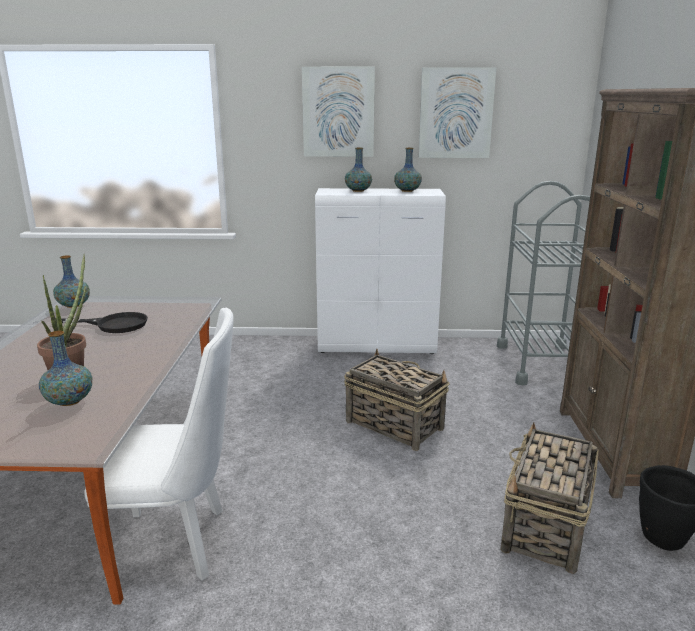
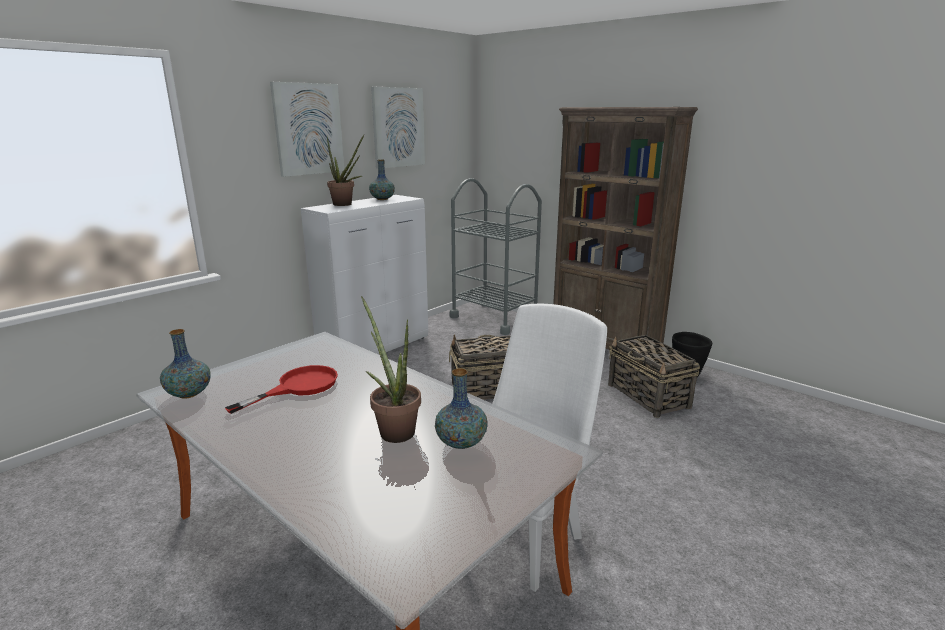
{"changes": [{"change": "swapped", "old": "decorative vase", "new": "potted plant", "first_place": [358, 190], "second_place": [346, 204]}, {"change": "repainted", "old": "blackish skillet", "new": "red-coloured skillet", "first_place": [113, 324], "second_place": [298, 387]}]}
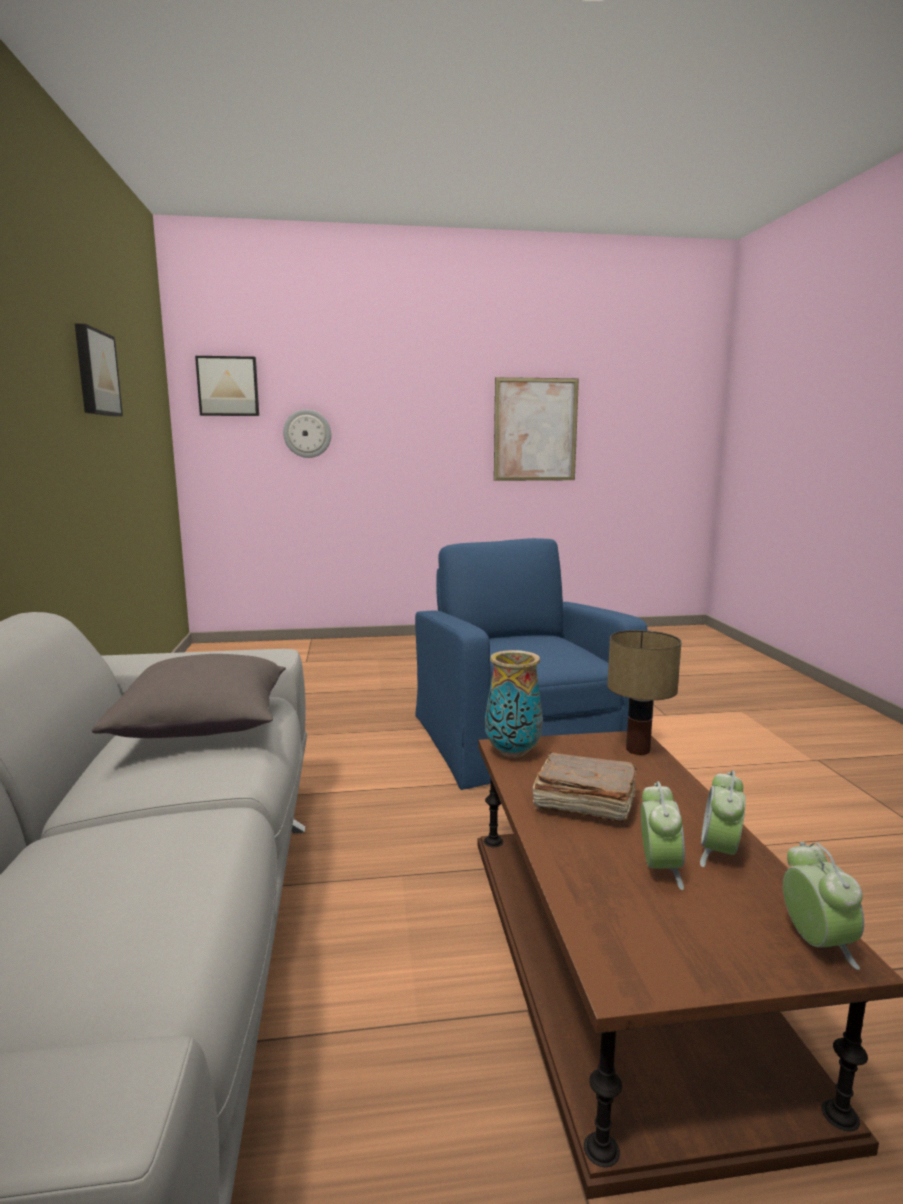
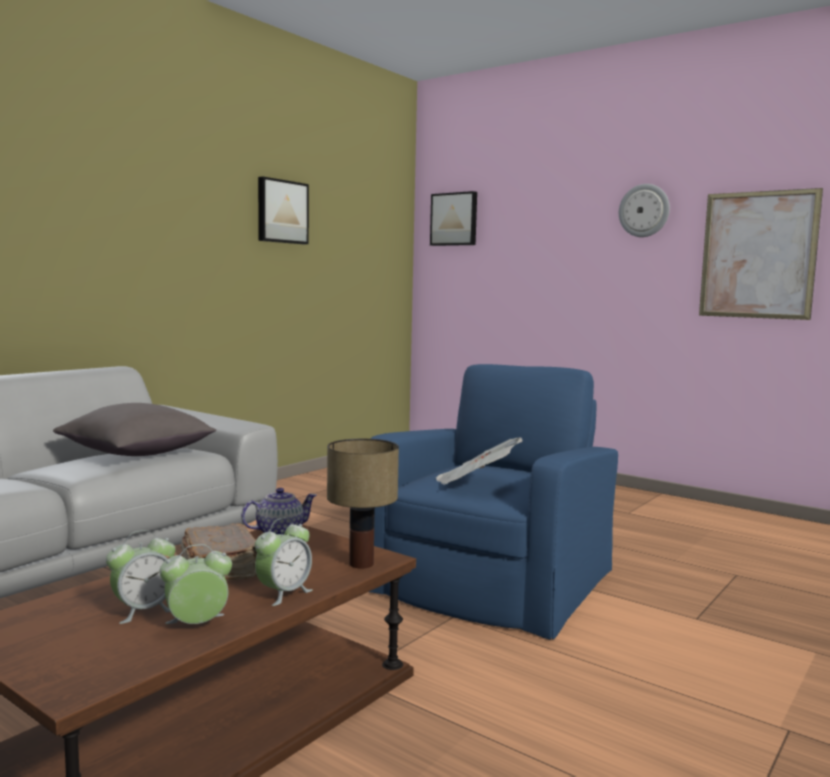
{"changes": [{"change": "shifted", "old": "clock on the wall", "first_place": [307, 433], "second_place": [644, 210]}, {"change": "swapped", "old": "decorative vase", "new": "pot for tea", "first_place": [512, 752], "second_place": [279, 532]}, {"change": "shifted", "old": "bedside clock", "first_place": [816, 944], "second_place": [284, 593]}, {"change": "new", "new": "newspaper", "second_place": [475, 484]}]}
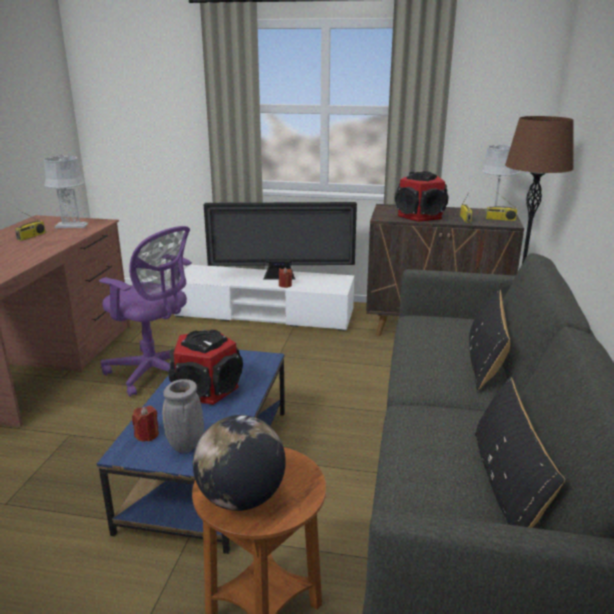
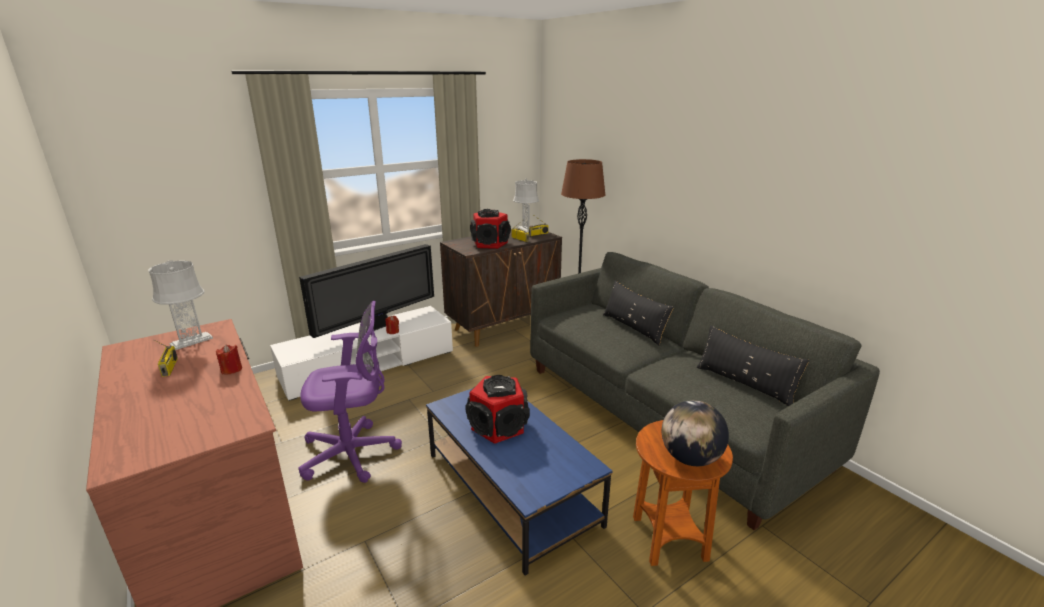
{"changes": [{"change": "gone", "old": "greyish decorative vase", "first_place": [186, 446]}, {"change": "shifted", "old": "red-coloured candle", "first_place": [147, 435], "second_place": [231, 370]}]}
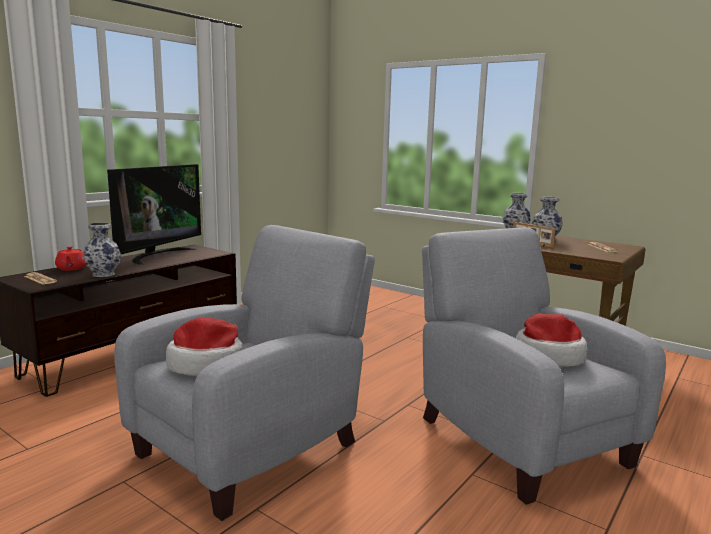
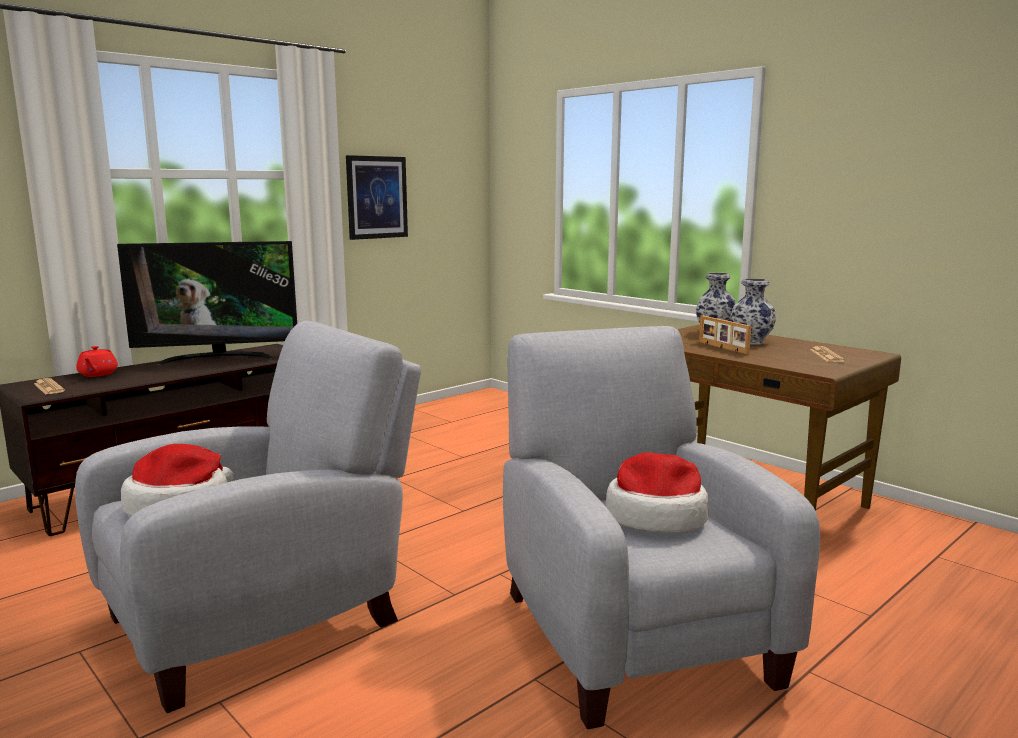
{"changes": [{"change": "rotated", "old": "television", "first_place": [158, 255], "second_place": [218, 358], "degrees": 45}, {"change": "gone", "old": "decorative vase", "first_place": [104, 274]}, {"change": "new", "new": "wall art", "second_place": [377, 197]}]}
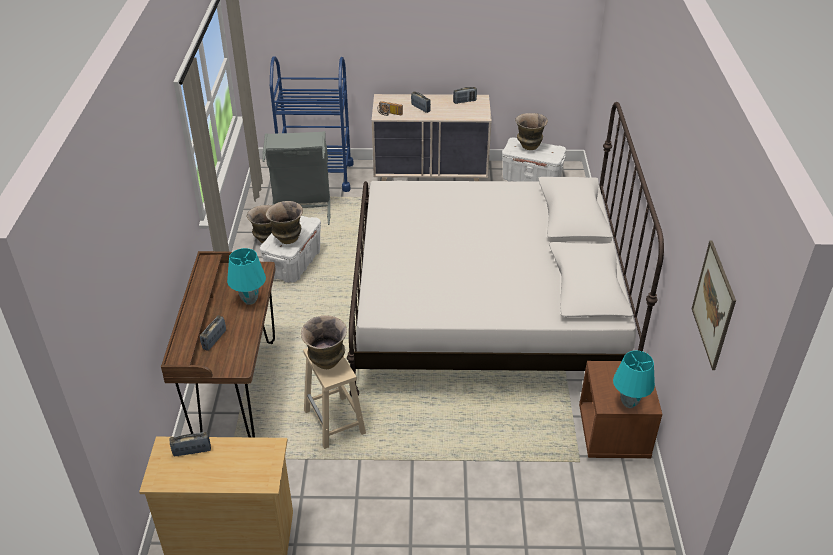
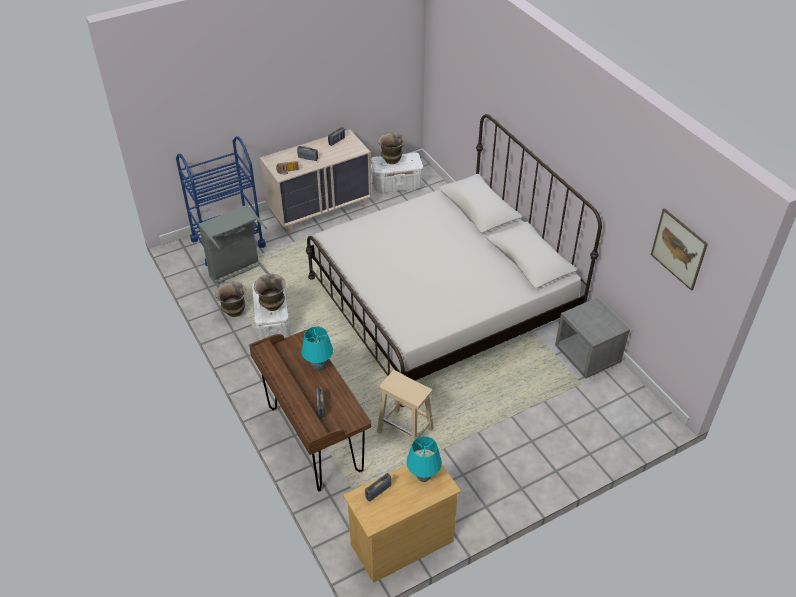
{"changes": [{"change": "gone", "old": "decorative vase", "first_place": [327, 363]}, {"change": "shifted", "old": "turquoise lamp for a table", "first_place": [629, 403], "second_place": [423, 477]}, {"change": "repainted", "old": "brown night table", "new": "greyish night table", "first_place": [613, 434], "second_place": [587, 356]}]}
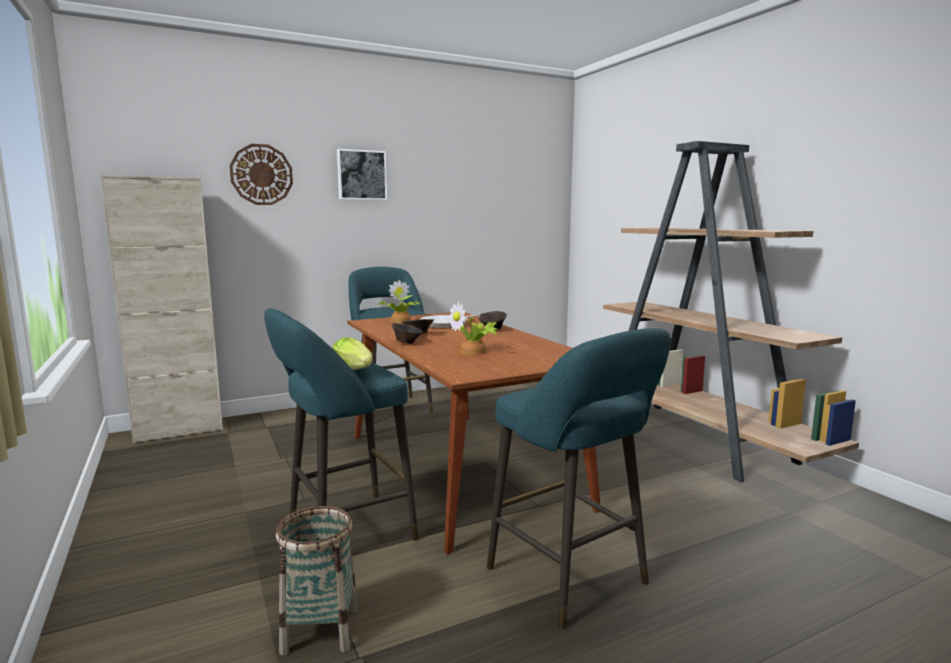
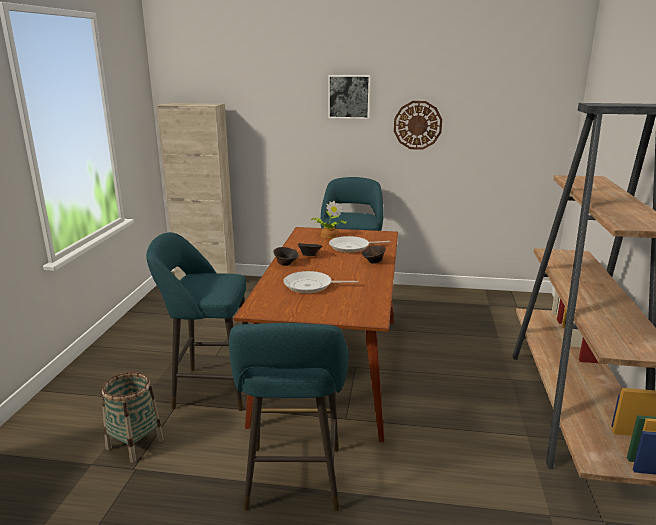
{"changes": [{"change": "shifted", "old": "clock on the wall", "first_place": [261, 174], "second_place": [417, 125]}, {"change": "swapped", "old": "potted plant", "new": "skillet", "first_place": [475, 351], "second_place": [311, 286]}, {"change": "gone", "old": "head of lettuce", "first_place": [354, 370]}]}
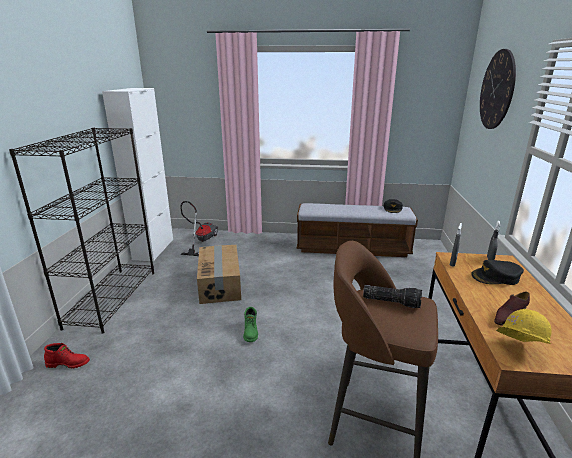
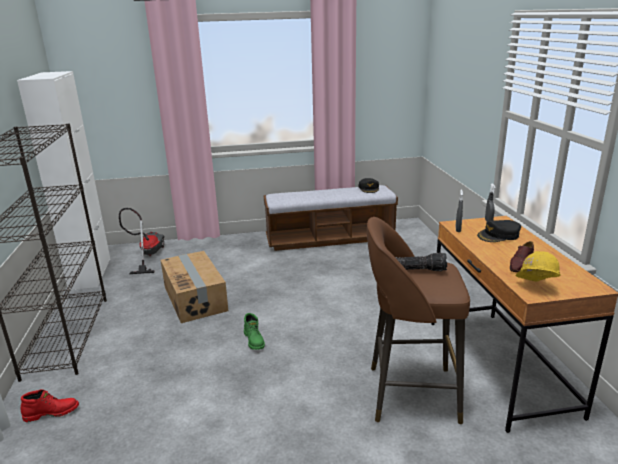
{"changes": [{"change": "gone", "old": "clock on the wall", "first_place": [497, 90]}]}
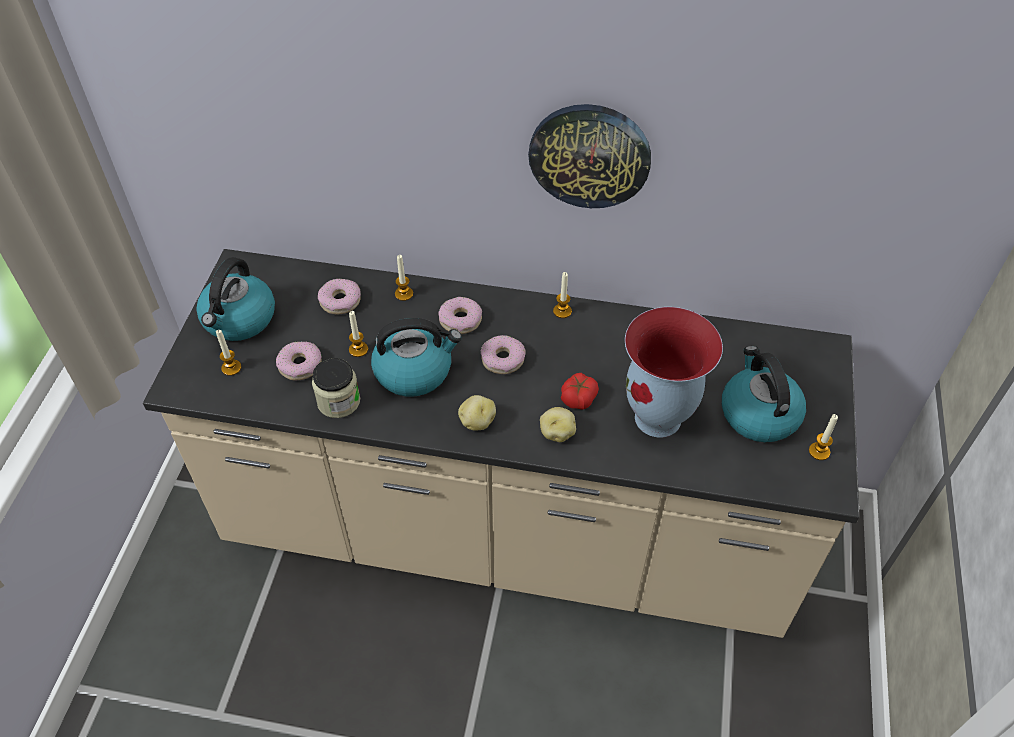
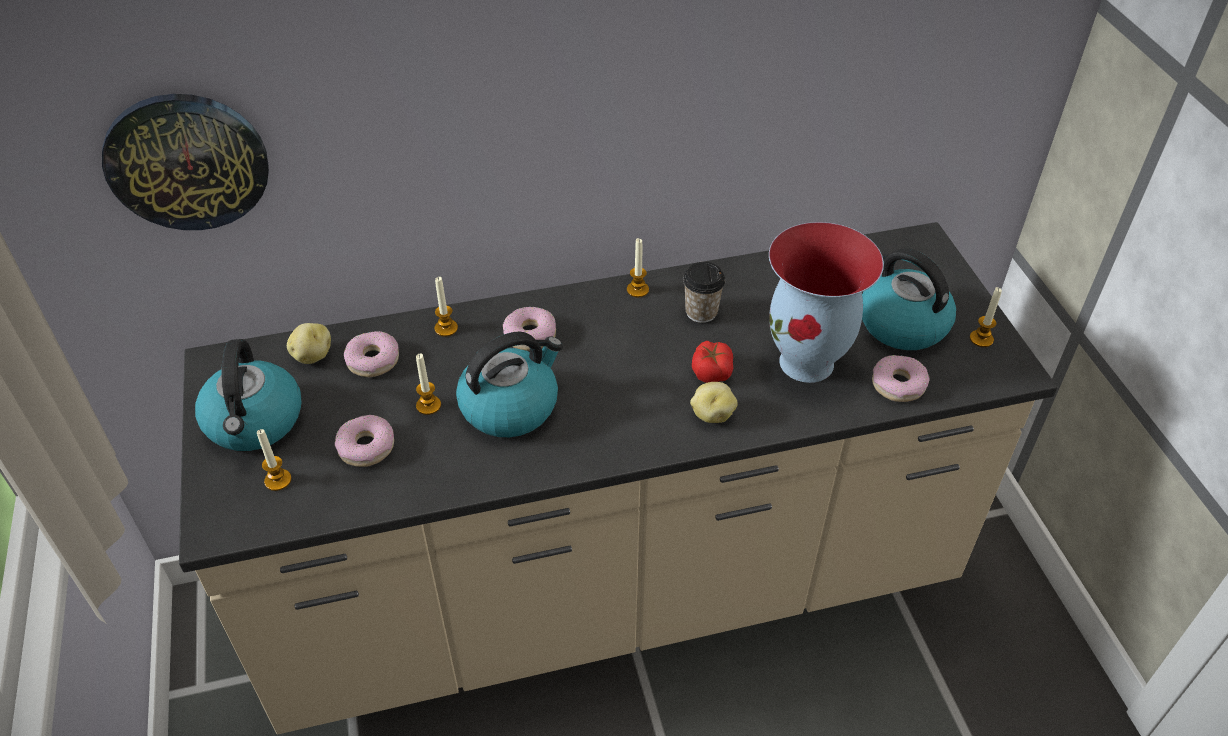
{"changes": [{"change": "shifted", "old": "clock on the wall", "first_place": [590, 155], "second_place": [187, 161]}, {"change": "shifted", "old": "doughnut", "first_place": [503, 359], "second_place": [898, 384]}, {"change": "gone", "old": "storage jar", "first_place": [338, 401]}, {"change": "shifted", "old": "potato", "first_place": [477, 421], "second_place": [312, 356]}, {"change": "new", "new": "small cup", "second_place": [701, 312]}]}
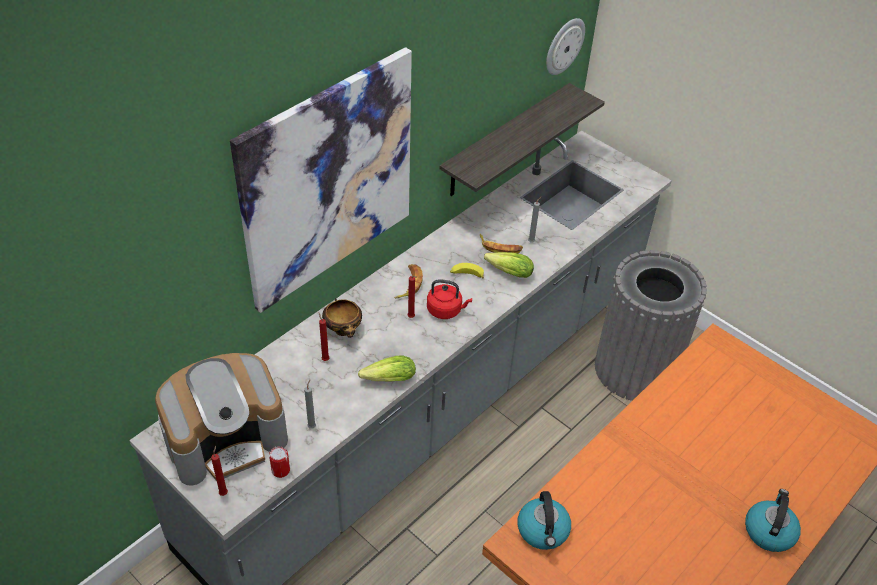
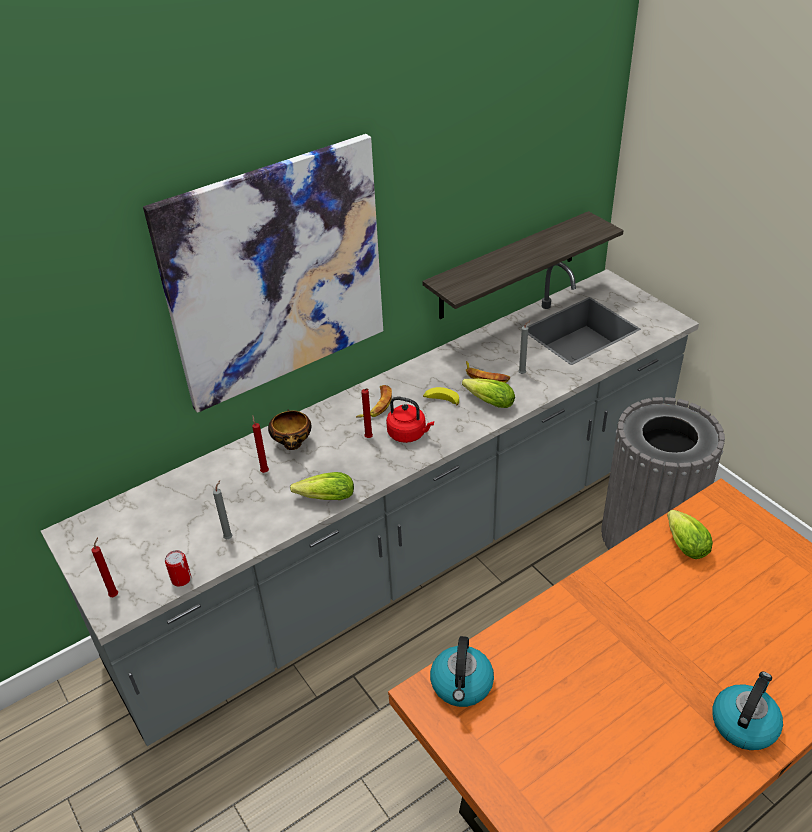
{"changes": [{"change": "gone", "old": "clock on the wall", "first_place": [564, 46]}, {"change": "gone", "old": "coffee maker", "first_place": [227, 439]}, {"change": "new", "new": "head of lettuce", "second_place": [683, 543]}]}
